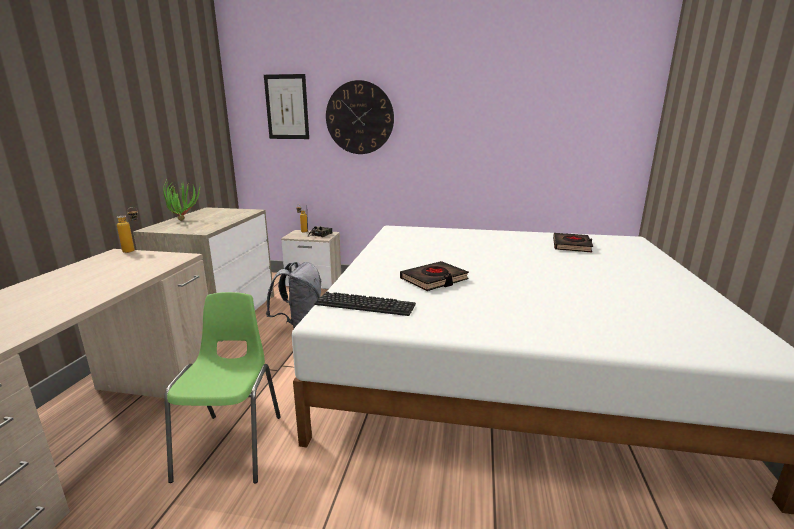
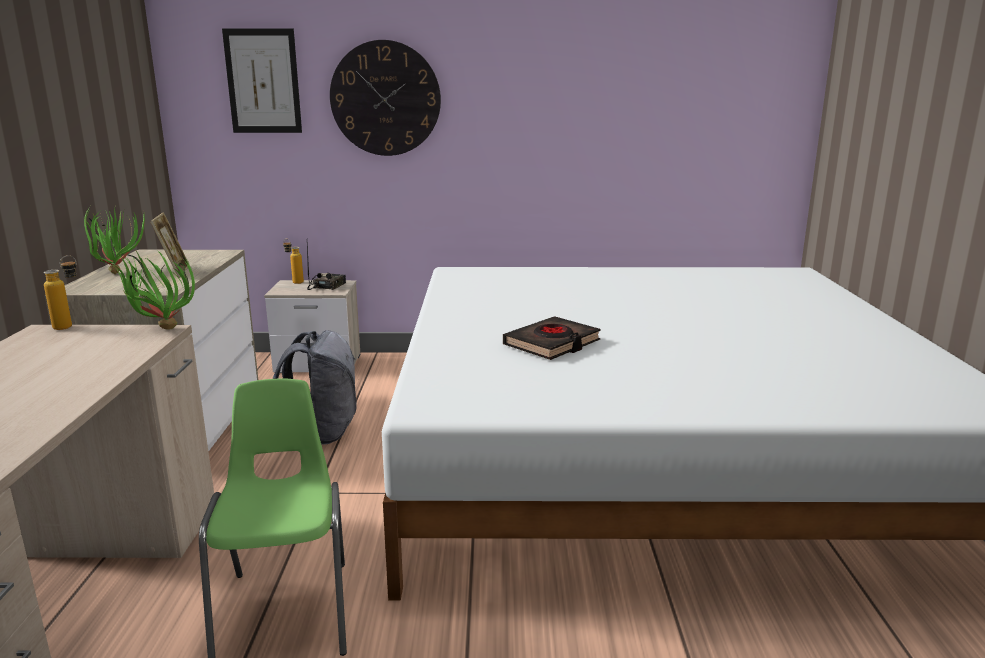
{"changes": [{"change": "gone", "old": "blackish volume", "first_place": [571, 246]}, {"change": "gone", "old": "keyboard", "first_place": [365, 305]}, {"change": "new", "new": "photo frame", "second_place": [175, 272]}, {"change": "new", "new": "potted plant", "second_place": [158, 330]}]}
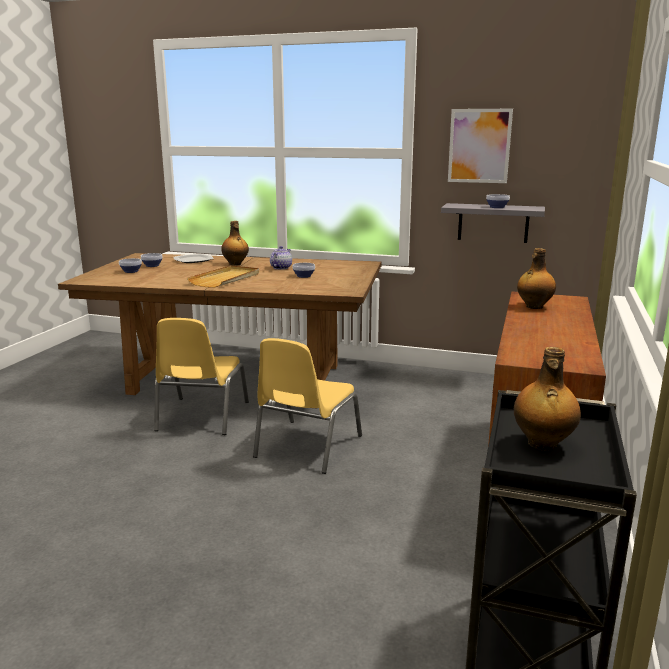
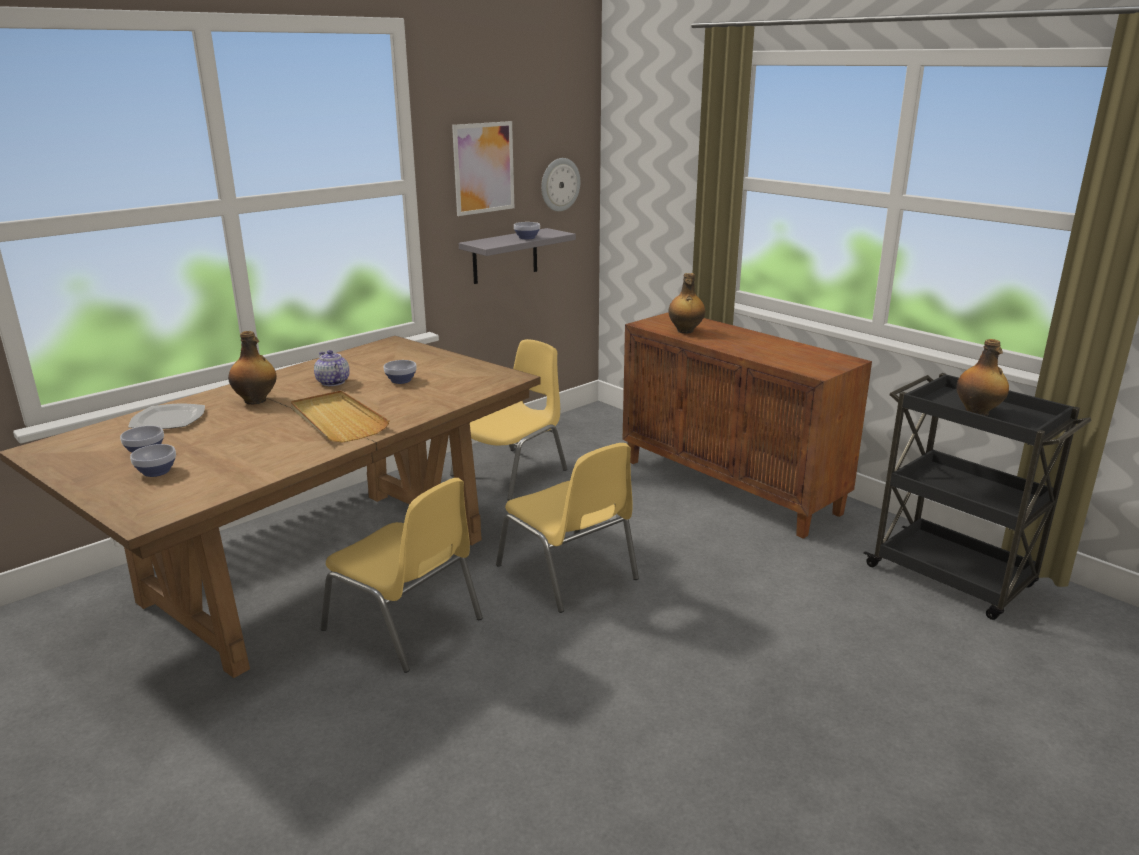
{"changes": [{"change": "new", "new": "clock on the wall", "second_place": [559, 184]}, {"change": "new", "new": "yellowish chair", "second_place": [512, 473]}]}
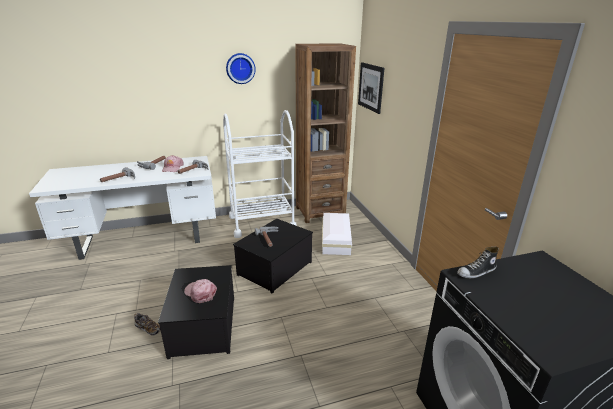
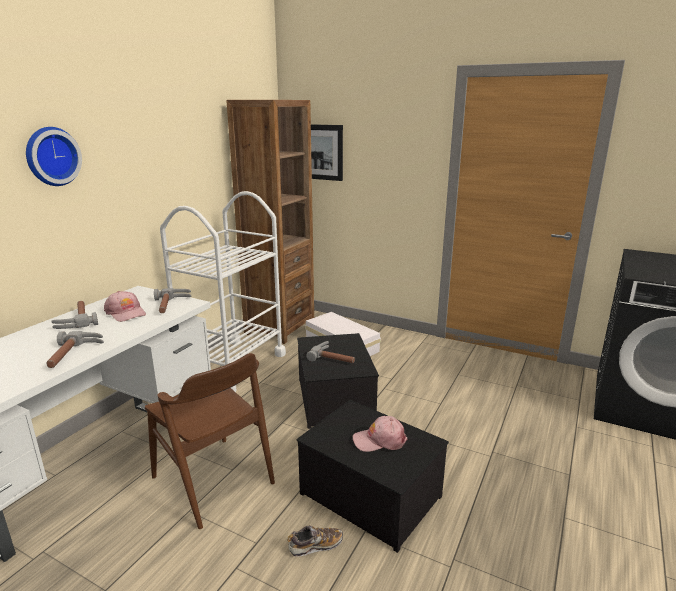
{"changes": [{"change": "shifted", "old": "clock on the wall", "first_place": [240, 68], "second_place": [51, 156]}, {"change": "gone", "old": "low shoe", "first_place": [476, 272]}, {"change": "new", "new": "brown chair", "second_place": [213, 480]}]}
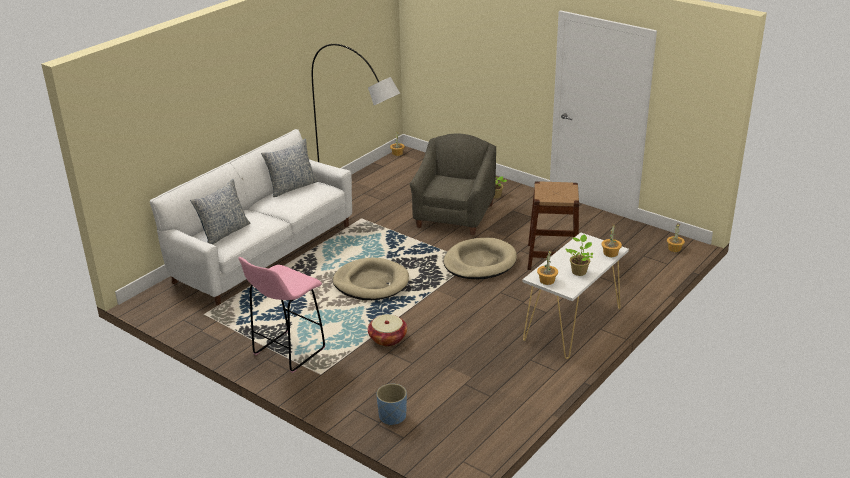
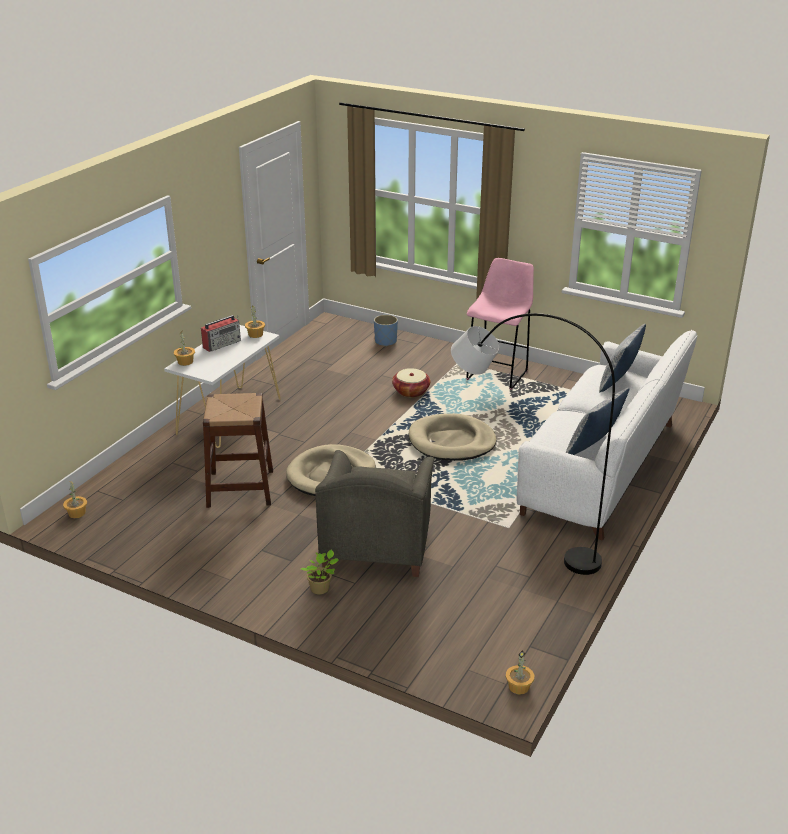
{"changes": [{"change": "swapped", "old": "potted plant", "new": "radio receiver", "first_place": [579, 271], "second_place": [222, 344]}]}
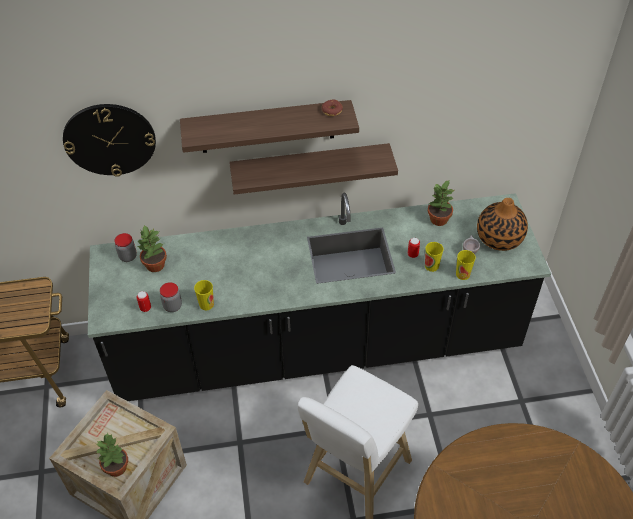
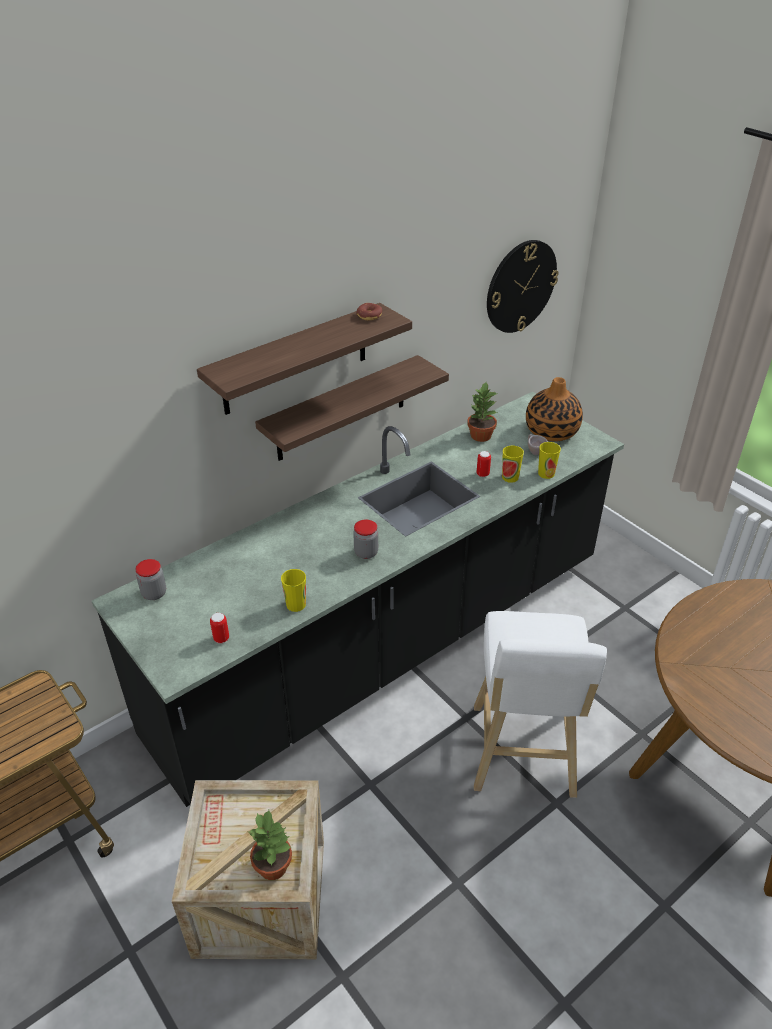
{"changes": [{"change": "shifted", "old": "clock on the wall", "first_place": [109, 139], "second_place": [520, 286]}, {"change": "gone", "old": "potted plant", "first_place": [155, 265]}, {"change": "shifted", "old": "storage jar", "first_place": [172, 306], "second_place": [366, 553]}]}
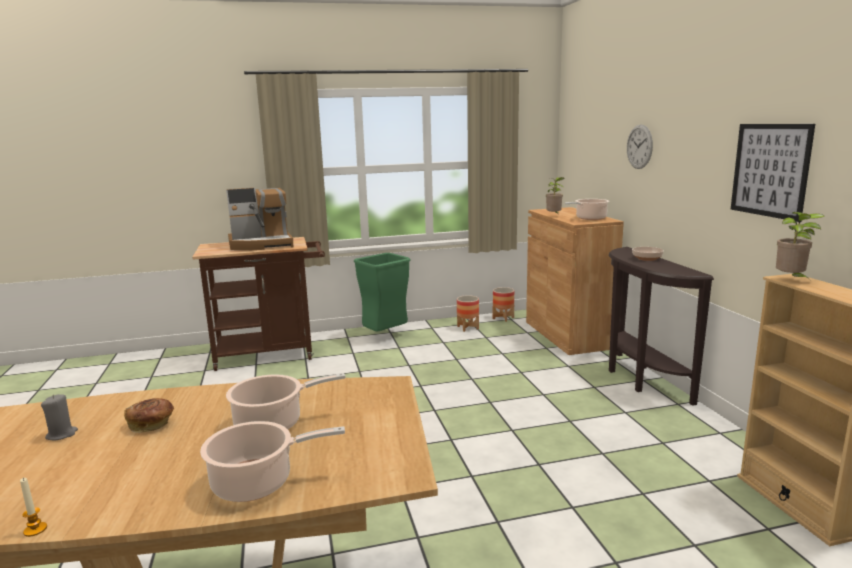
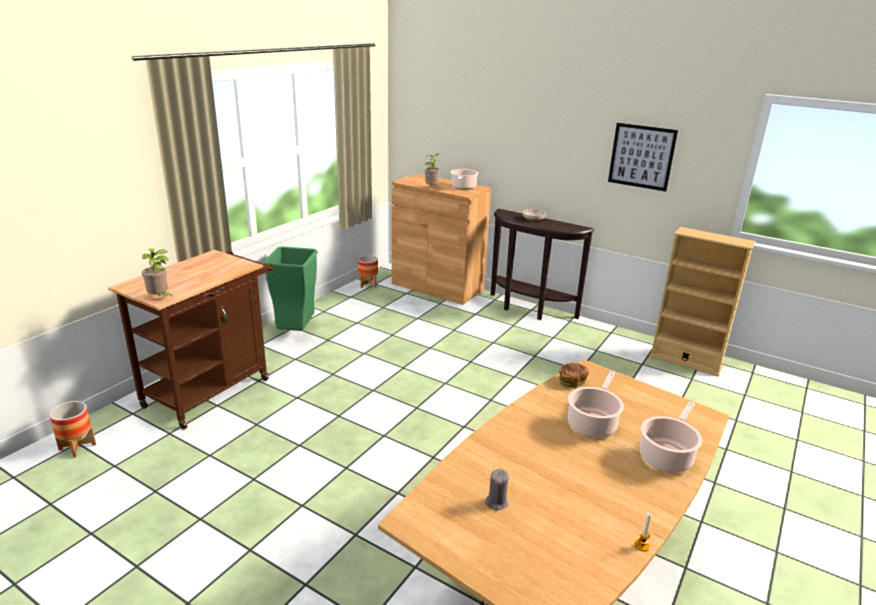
{"changes": [{"change": "gone", "old": "clock on the wall", "first_place": [639, 146]}, {"change": "gone", "old": "coffee maker", "first_place": [262, 244]}, {"change": "shifted", "old": "potted plant", "first_place": [791, 280], "second_place": [160, 298]}, {"change": "shifted", "old": "planter", "first_place": [468, 327], "second_place": [77, 447]}, {"change": "shifted", "old": "bread", "first_place": [152, 425], "second_place": [572, 381]}]}
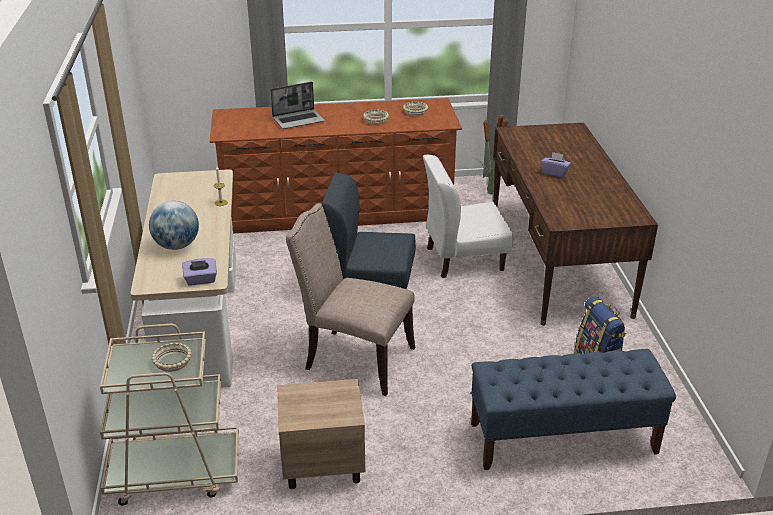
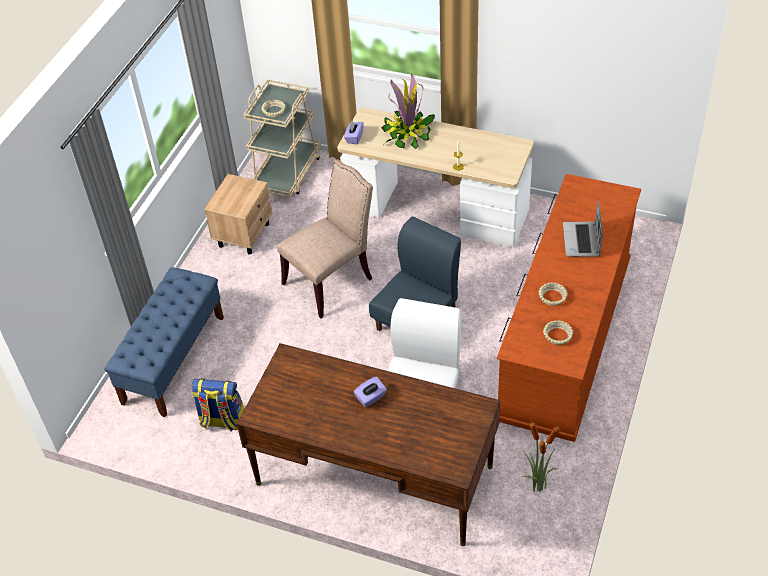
{"changes": [{"change": "swapped", "old": "desk globe", "new": "potted plant", "first_place": [177, 246], "second_place": [407, 134]}]}
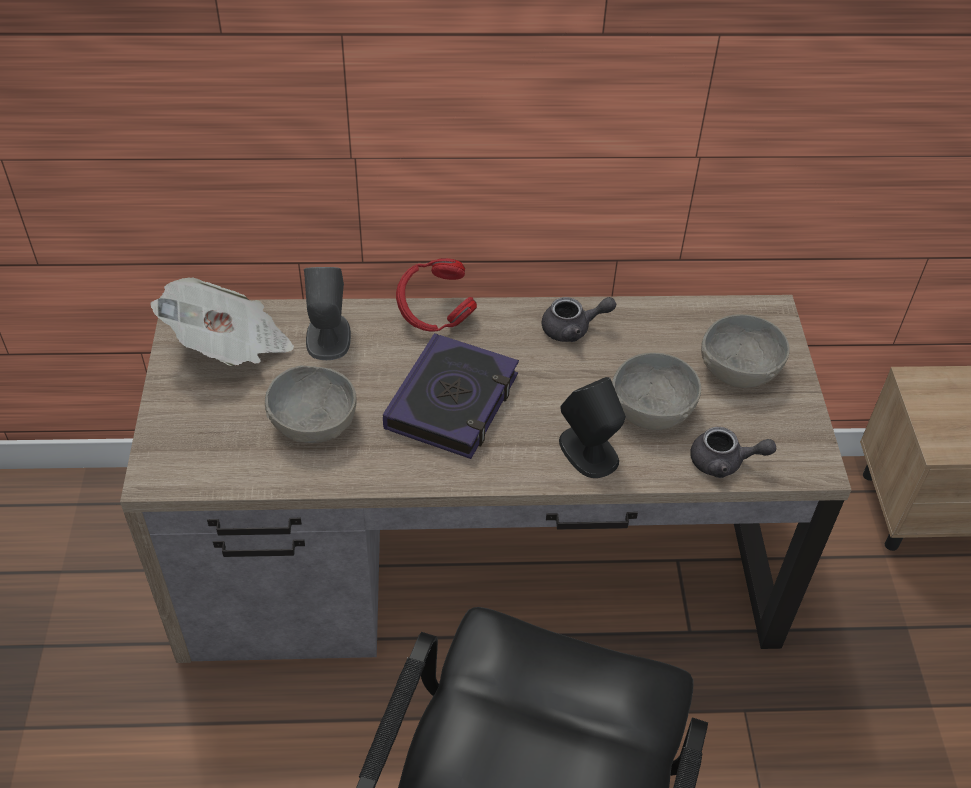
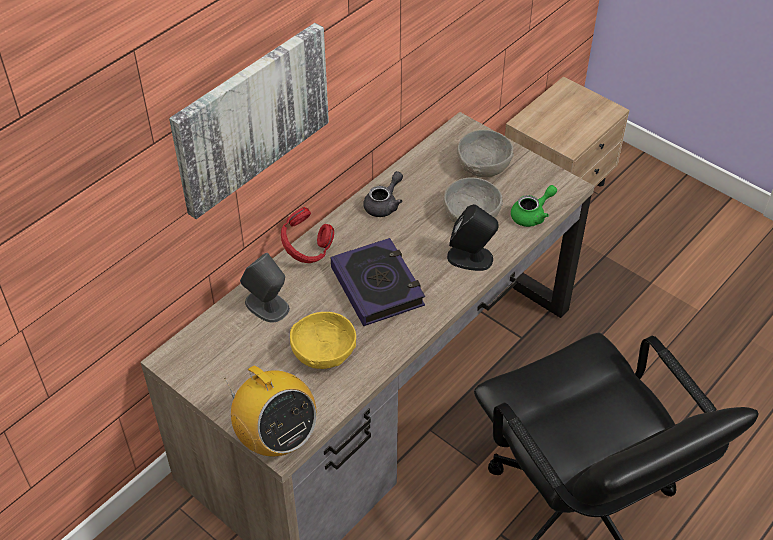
{"changes": [{"change": "gone", "old": "newspaper", "first_place": [230, 346]}, {"change": "repainted", "old": "greyish serving bowl", "new": "yellowish serving bowl", "first_place": [314, 422], "second_place": [323, 352]}, {"change": "repainted", "old": "greyish pot for tea", "new": "green pot for tea", "first_place": [724, 462], "second_place": [532, 215]}, {"change": "new", "new": "wall art", "second_place": [251, 117]}, {"change": "new", "new": "radio receiver", "second_place": [276, 438]}]}
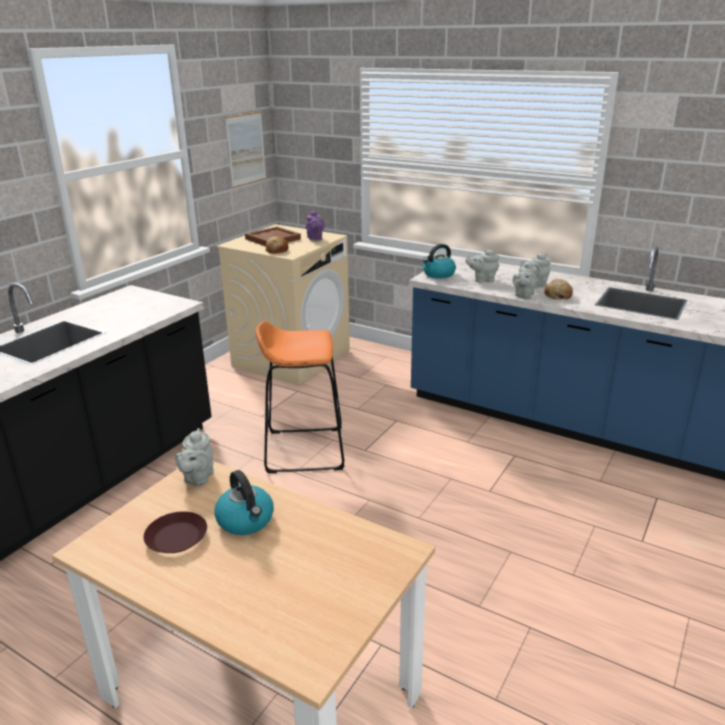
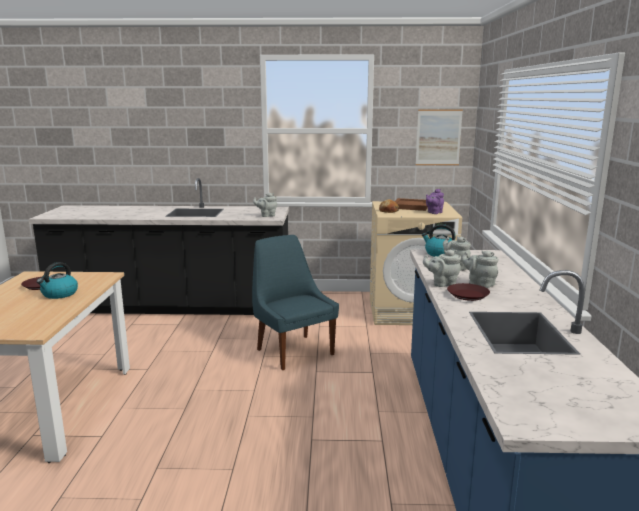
{"changes": [{"change": "swapped", "old": "bread", "new": "brown dinner plate", "first_place": [557, 295], "second_place": [467, 295]}, {"change": "swapped", "old": "orange sitting stool", "new": "bluish chair", "first_place": [304, 450], "second_place": [293, 351]}, {"change": "shifted", "old": "greyish pot for tea", "first_place": [197, 478], "second_place": [266, 215]}]}
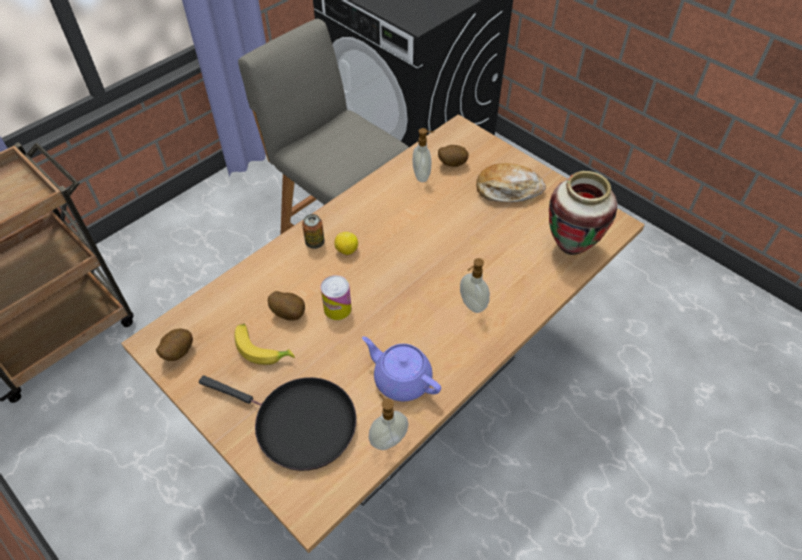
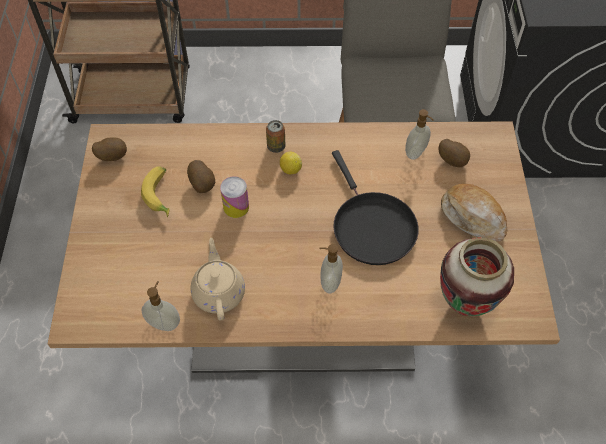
{"changes": [{"change": "repainted", "old": "purplish pot for tea", "new": "beige-coloured pot for tea", "first_place": [401, 379], "second_place": [218, 292]}, {"change": "shifted", "old": "blackish skillet", "first_place": [299, 424], "second_place": [371, 226]}]}
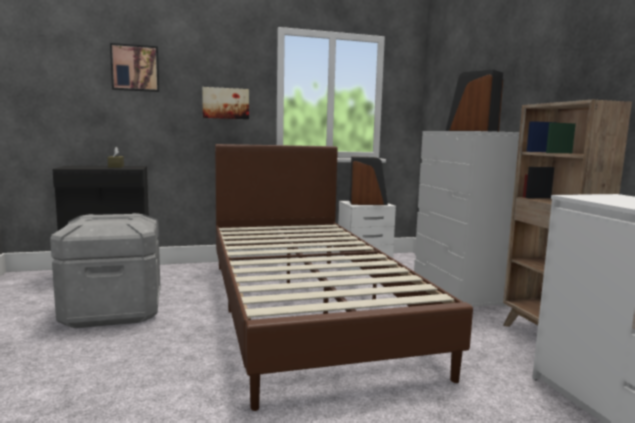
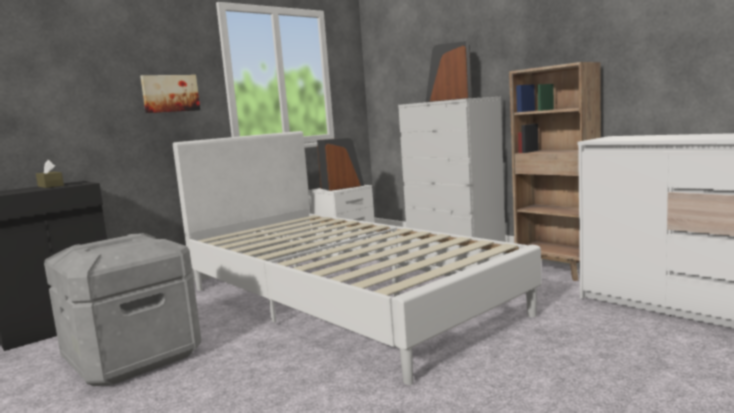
{"changes": [{"change": "gone", "old": "wall art", "first_place": [135, 68]}, {"change": "repainted", "old": "brown bed", "new": "white-coloured bed", "first_place": [305, 308], "second_place": [342, 300]}]}
